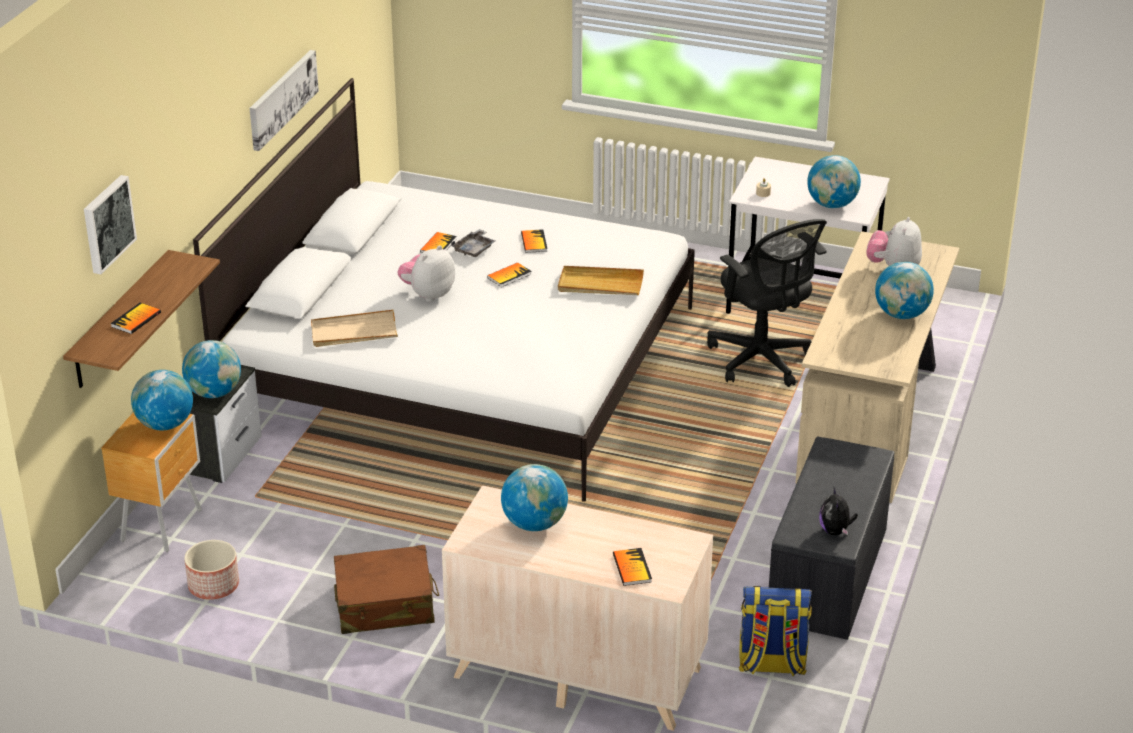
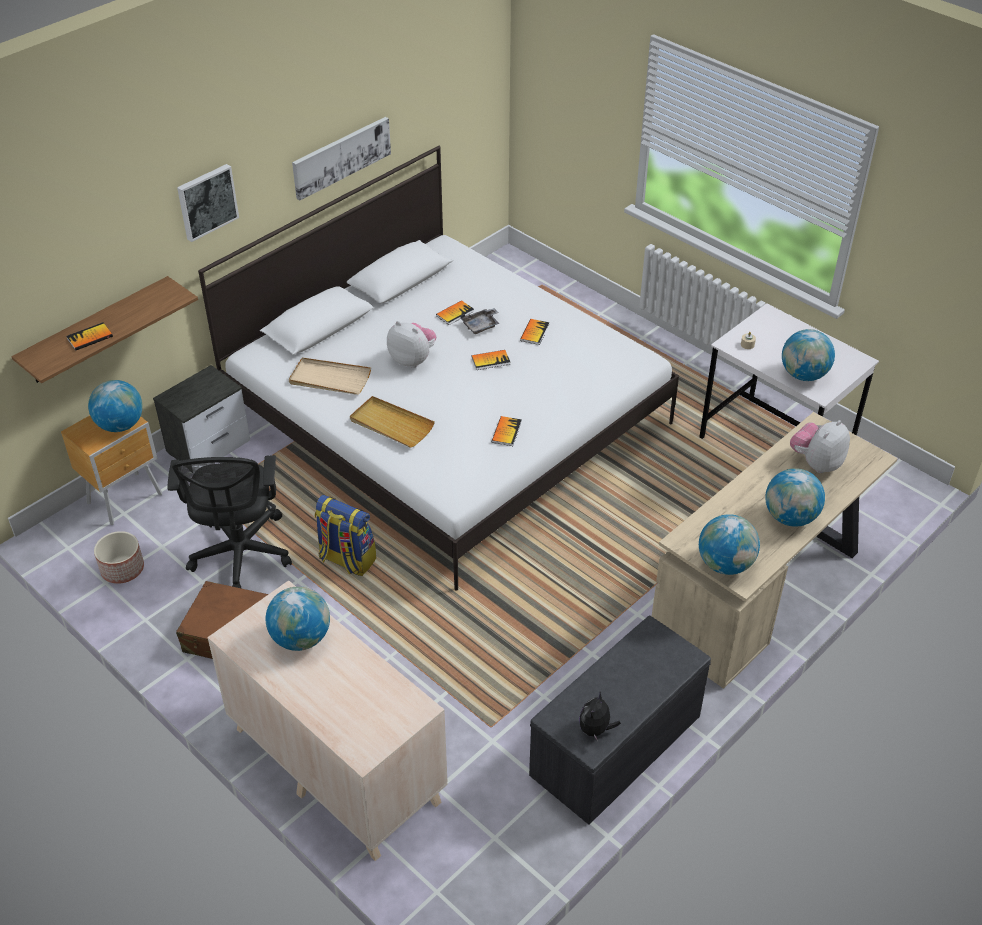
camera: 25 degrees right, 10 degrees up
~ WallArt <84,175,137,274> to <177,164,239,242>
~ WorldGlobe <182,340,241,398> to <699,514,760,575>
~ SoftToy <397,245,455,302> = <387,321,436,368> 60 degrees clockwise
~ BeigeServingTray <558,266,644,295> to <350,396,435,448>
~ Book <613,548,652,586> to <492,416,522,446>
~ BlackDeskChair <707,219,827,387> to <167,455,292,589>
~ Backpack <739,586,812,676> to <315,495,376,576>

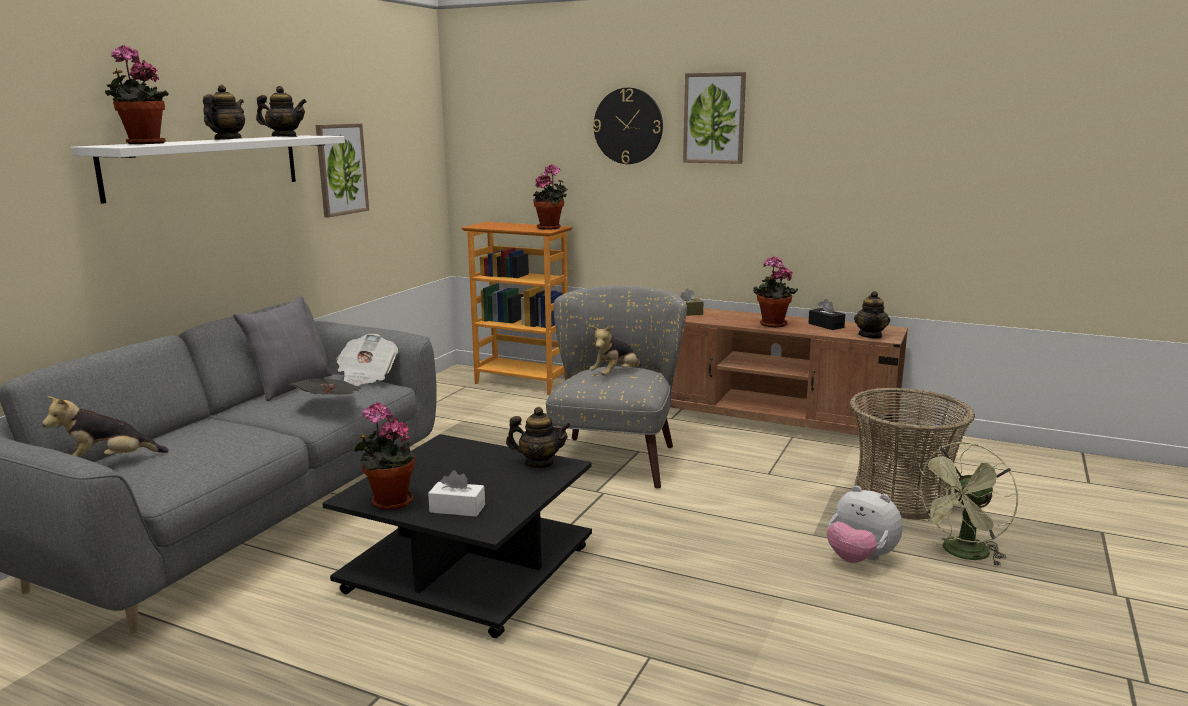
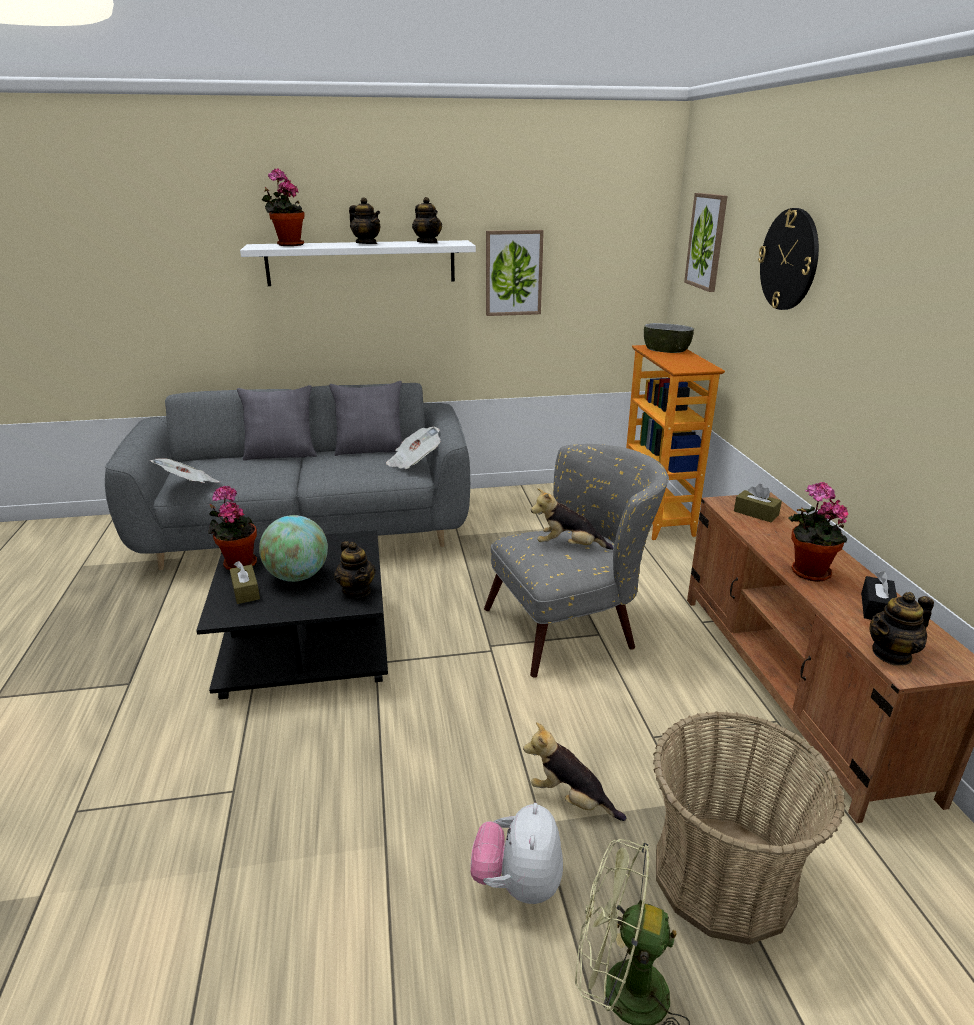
camera: 55 degrees right, 10 degrees up
~ SoftToy <42,396,169,457> to <523,722,626,821>
~ Teapot <203,85,245,140> = <349,197,380,244> 60 degrees clockwise
~ PrintedPaper <289,378,361,395> to <150,458,220,483>
~ WhiteColouredTissueBox <428,470,485,517> to BrownishTissueBox <230,561,260,604>
- PottedPlant <533,164,568,230>
~ WallArt <683,72,746,164> to <684,193,727,292>
+ GrayCushion <237,385,317,461>
+ WorldGlobe <259,515,328,582>
+ DeepDish <644,323,694,353>

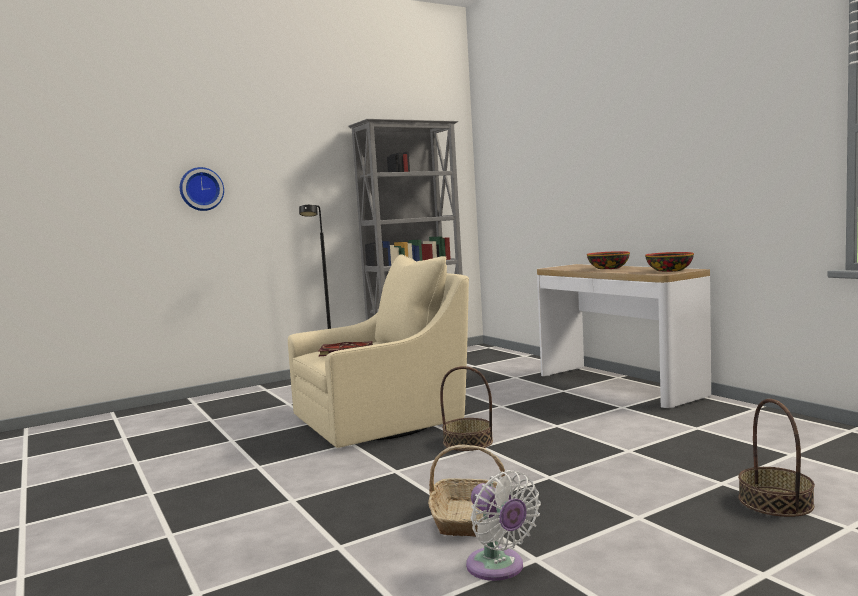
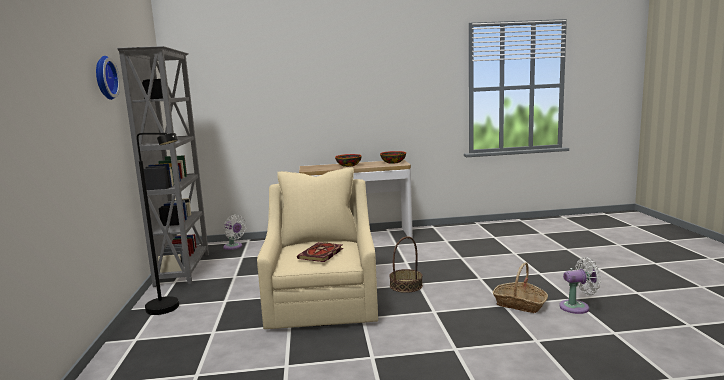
camera: 65 degrees left, 5 degrees up
~ HangingClock <180,167,224,211> to <96,56,120,100>
- HouseholdBasket <738,399,815,517>
+ WhiteColouredCoolingFan <223,214,247,250>

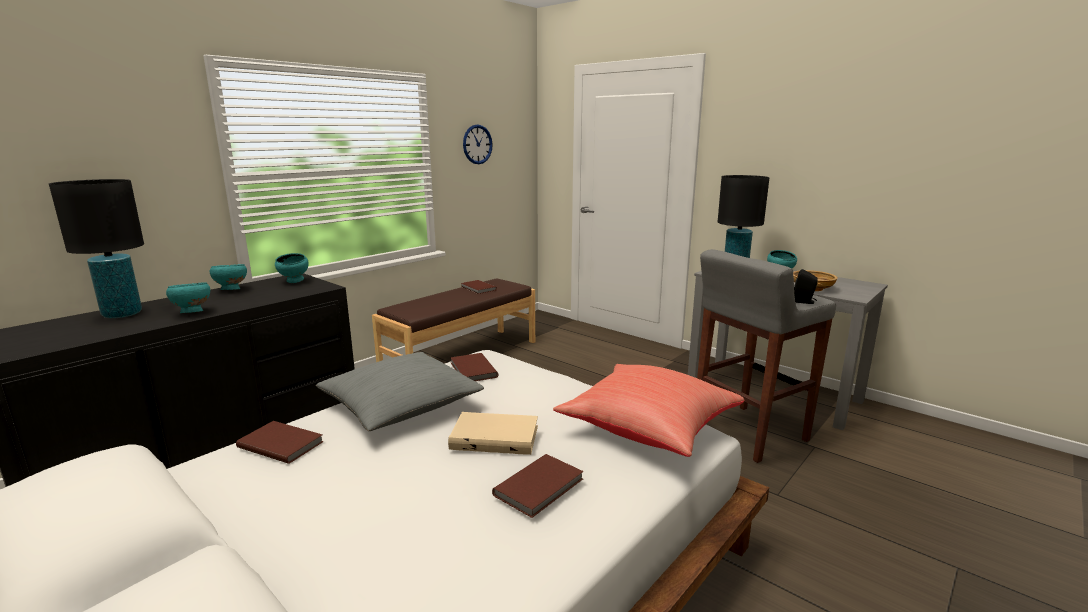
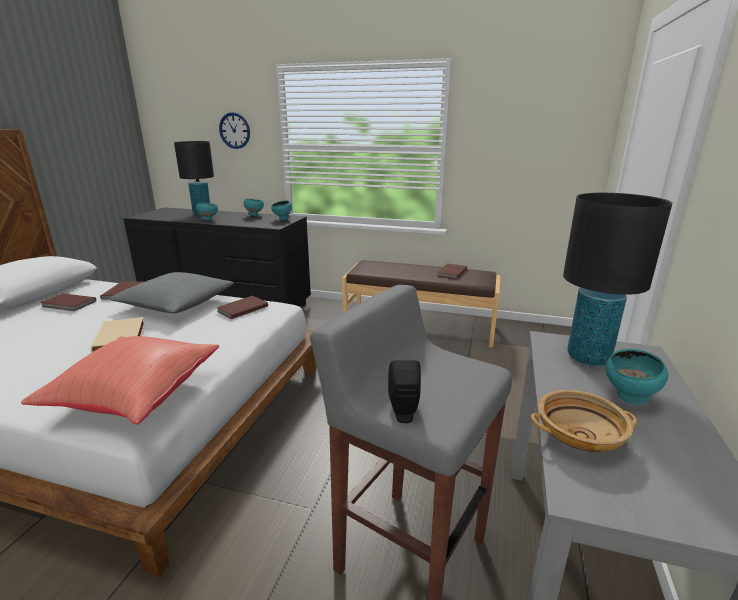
camera: 65 degrees right, 5 degrees up
~ HangingClock <463,124,493,164> to <219,112,250,149>
~ BrownishBook <492,454,584,518> to <40,293,96,311>

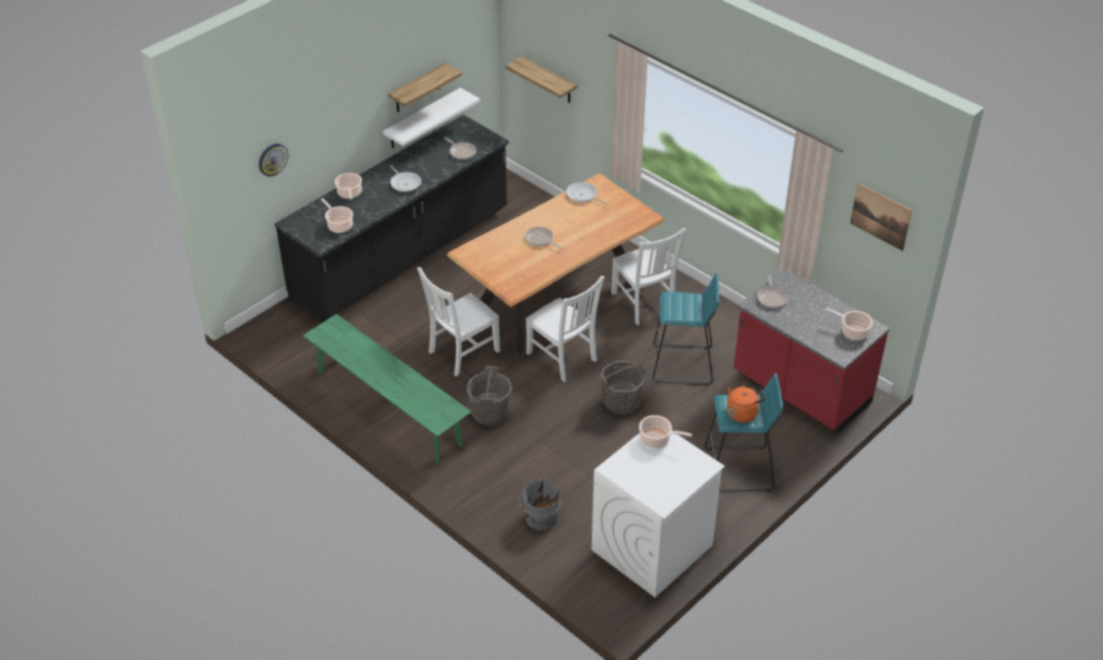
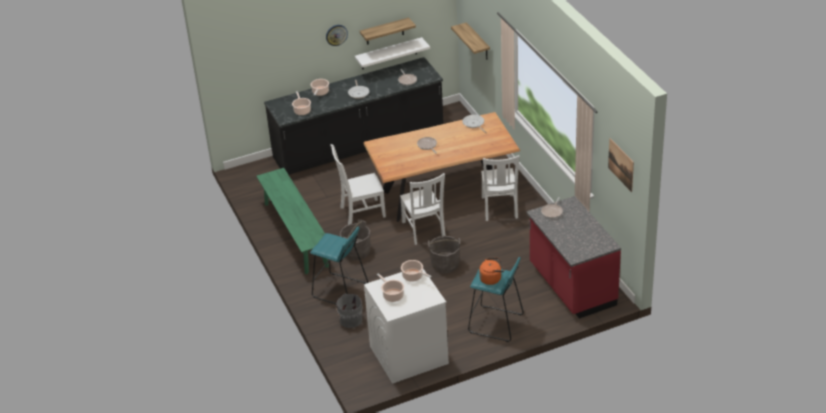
camera: 25 degrees right, 5 degrees down
~ HangingClock <259,143,288,177> to <326,25,348,46>
~ BlueGreenStool <653,273,719,386> to <310,226,368,304>
~ Saucepot <825,308,873,340> to <377,273,404,302>

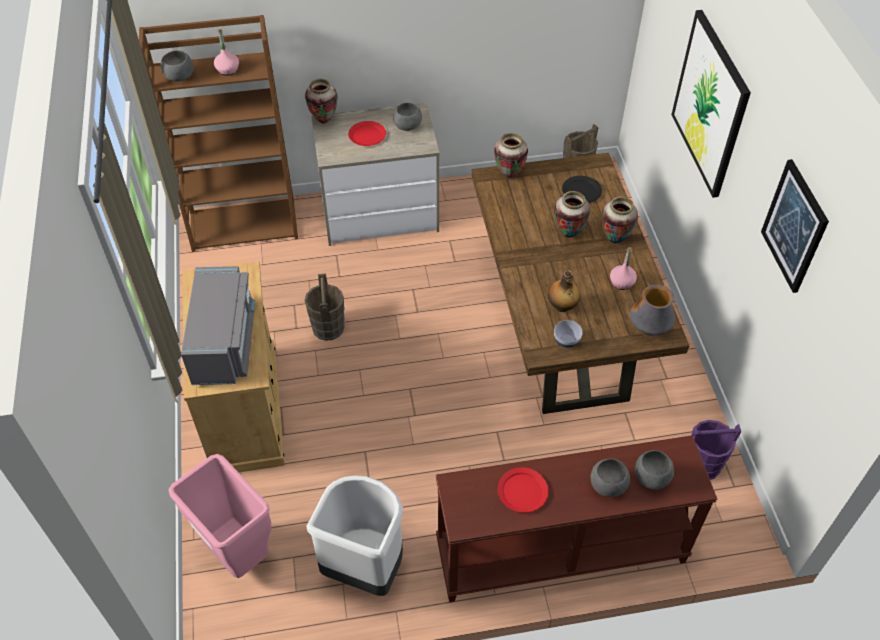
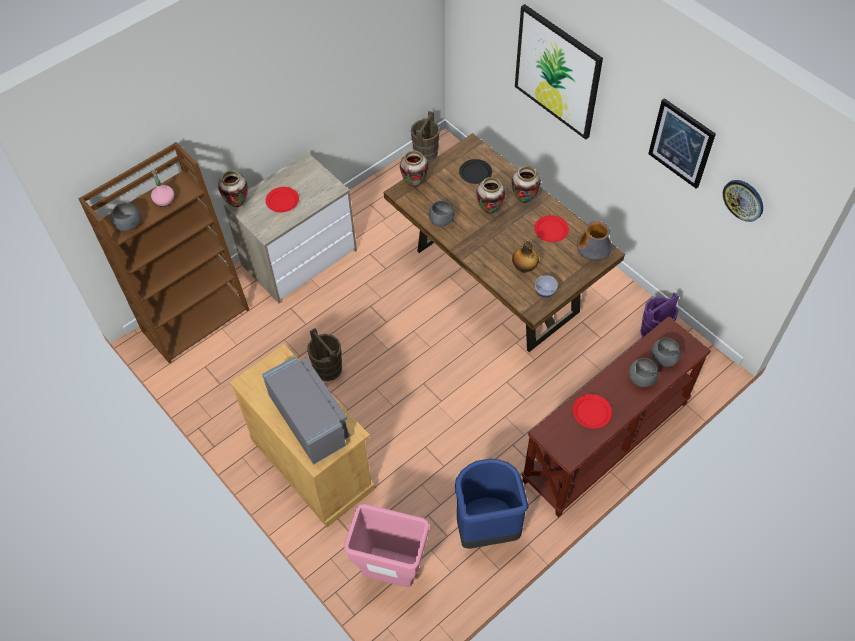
camera: 30 degrees left, 5 degrees up
~ WhiteColouredWasteBin <306,476,403,596> to BlueWasteBin <455,458,529,549>
~ GrayDeepDish <393,103,422,131> to <429,201,455,227>
~ PinkDrinkBottle <610,247,637,290> to ReddishDinnerPlate <534,215,569,242>
+ HangingClock <723,180,763,222>

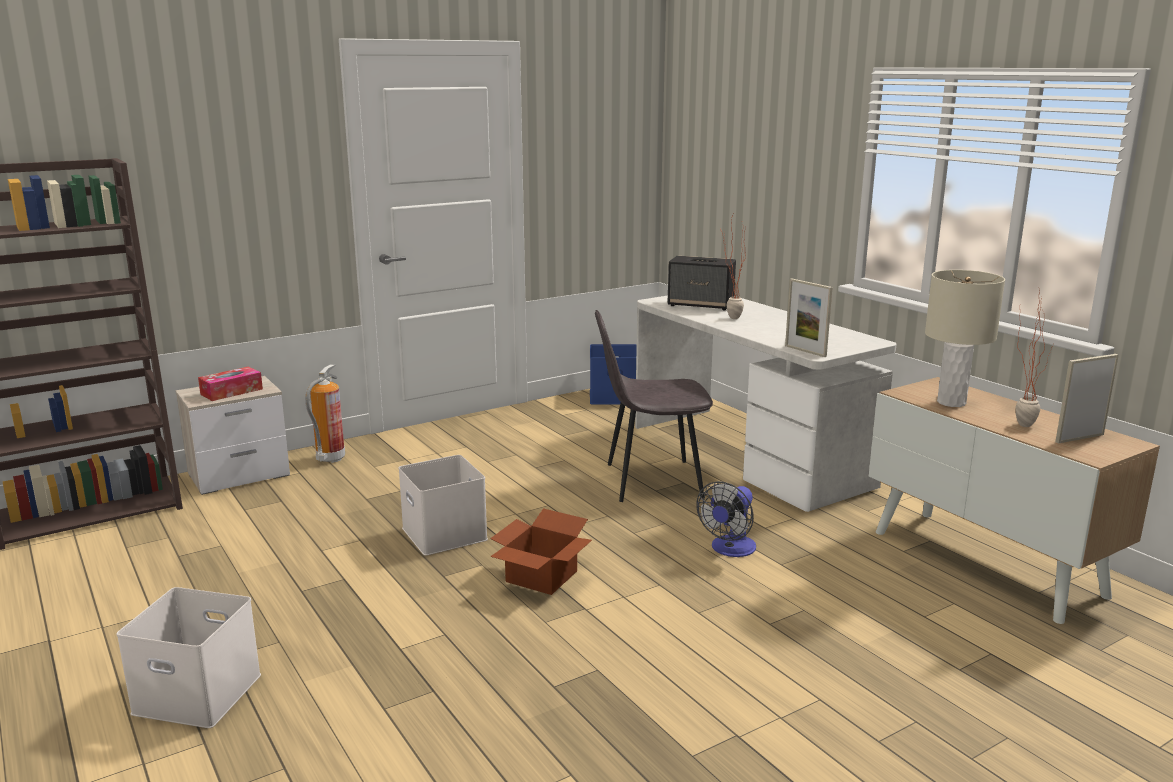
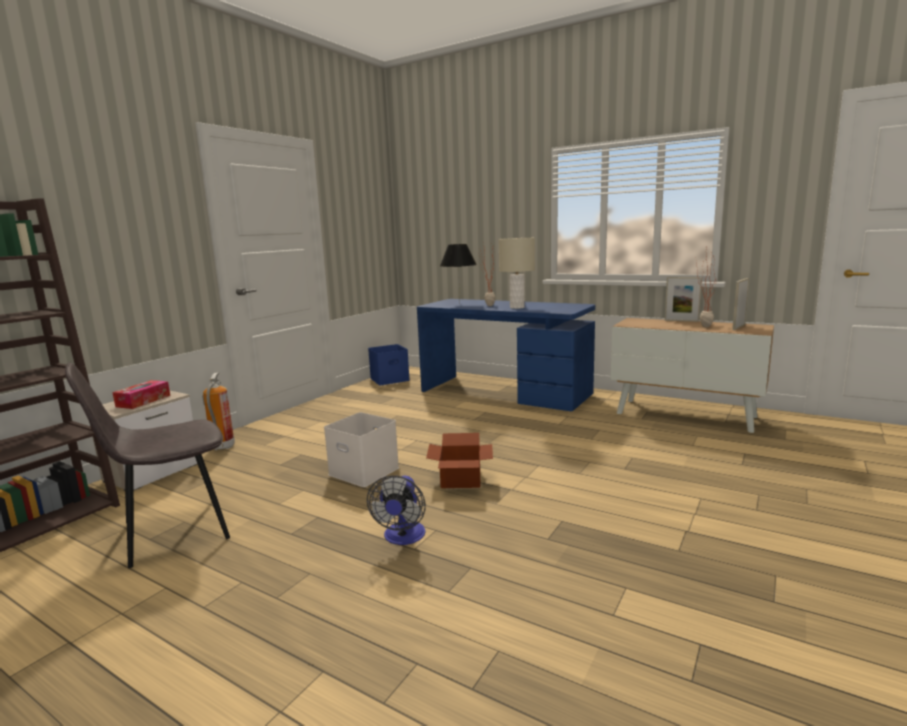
camera: 25 degrees left, 5 degrees down
- WhiteColouredStorageContainer <117,587,261,728>
~ GrayChair <595,310,713,502> to <65,362,230,568>
~ WhiteColouredDeskTable <635,295,896,512> to BlueDeskTable <417,299,595,411>
~ Loudspeaker <668,256,736,311> to BlackTabletopLamp <440,244,477,304>
~ CoolingFan <696,481,756,557> to <367,476,426,545>
~ PictureFrame <785,279,833,357> to <665,277,702,322>
~ BeigeTabletopLamp <925,270,1005,407> to <499,238,535,309>

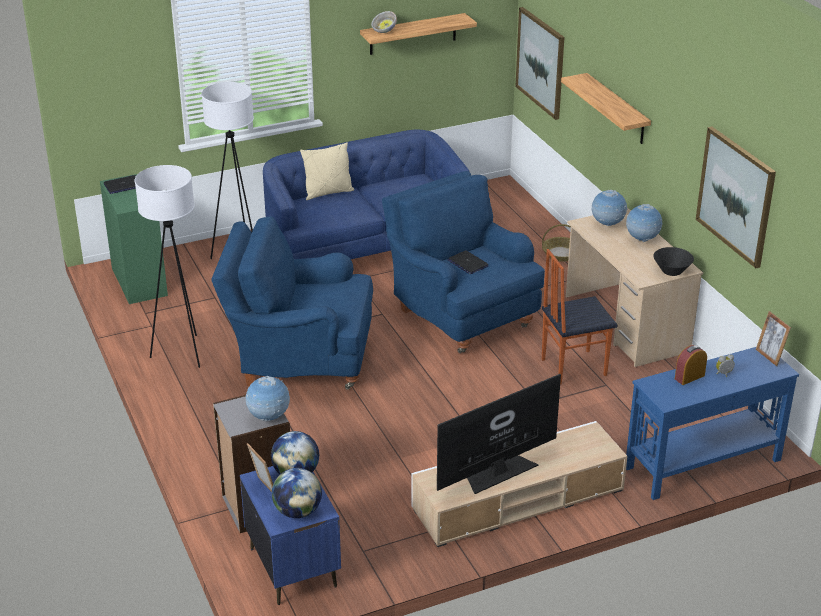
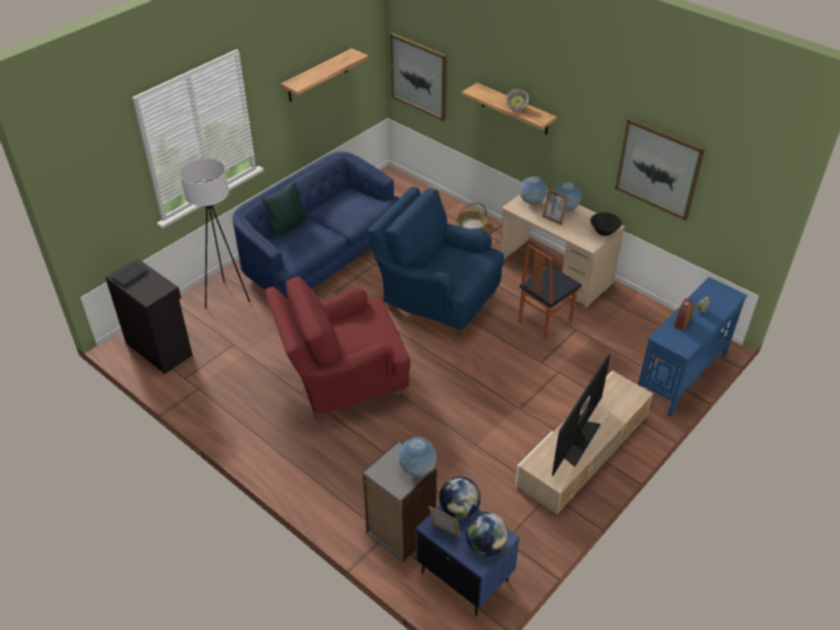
camera: 25 degrees left, 10 degrees up
~ GreenishStorageCabinet <100,174,168,304> to BlackStorageCabinet <105,258,193,374>
- WhiteColouredFloorLamp <135,165,200,368>
~ BlueEasyChair <211,216,373,390> to ReddishEasyChair <264,276,410,421>
~ BeigeCushion <300,142,354,200> to GreenishCushion <262,182,308,239>
~ DeepDish <371,11,397,33> to <506,89,529,110>
- PortableComputer <448,250,489,274>
~ PictureFrame <756,311,791,366> to <542,189,568,225>

